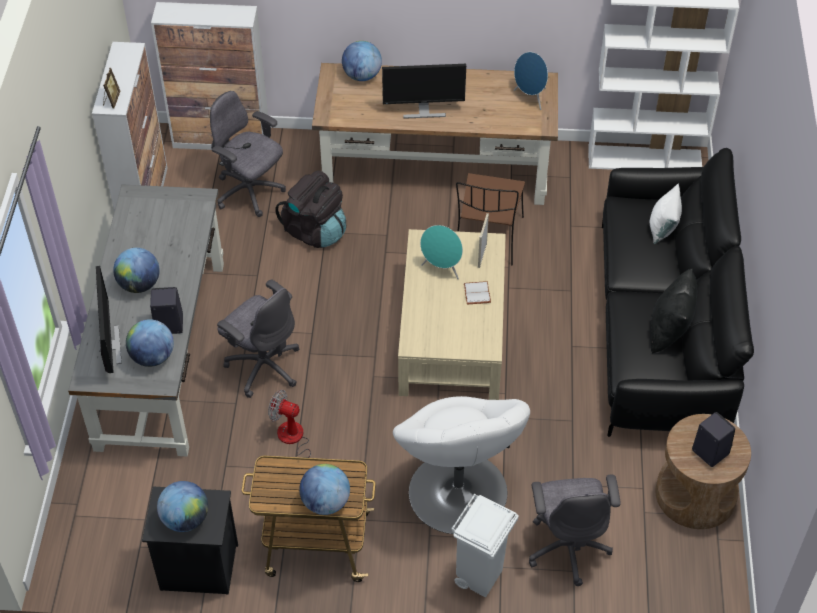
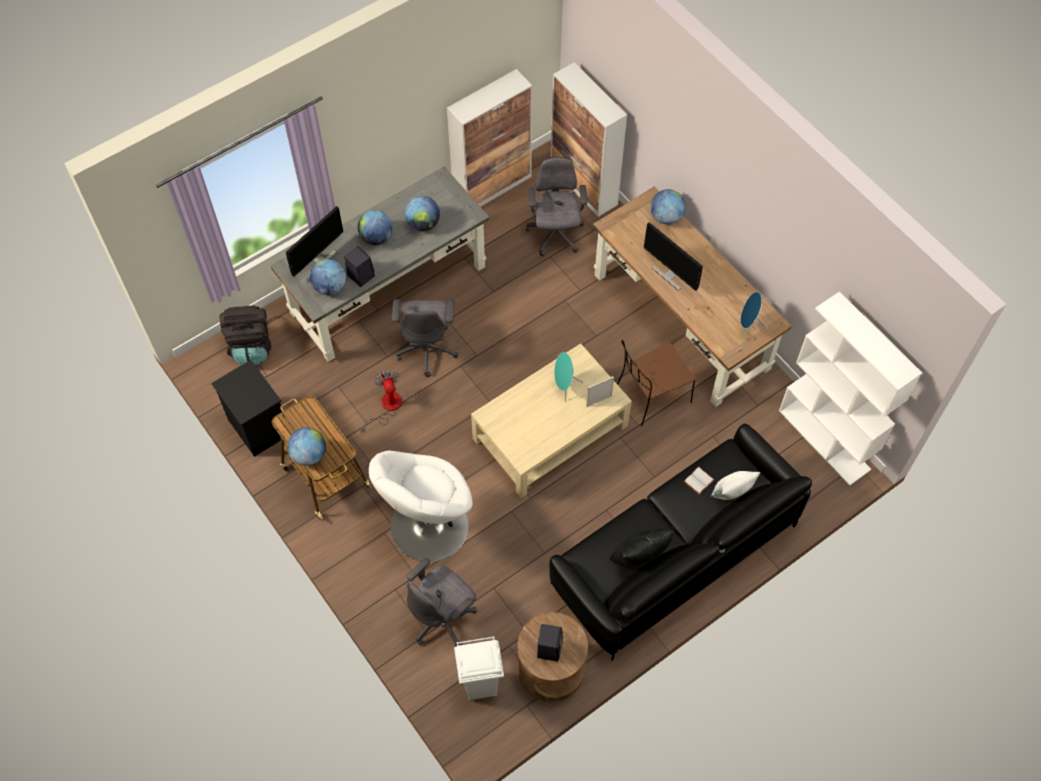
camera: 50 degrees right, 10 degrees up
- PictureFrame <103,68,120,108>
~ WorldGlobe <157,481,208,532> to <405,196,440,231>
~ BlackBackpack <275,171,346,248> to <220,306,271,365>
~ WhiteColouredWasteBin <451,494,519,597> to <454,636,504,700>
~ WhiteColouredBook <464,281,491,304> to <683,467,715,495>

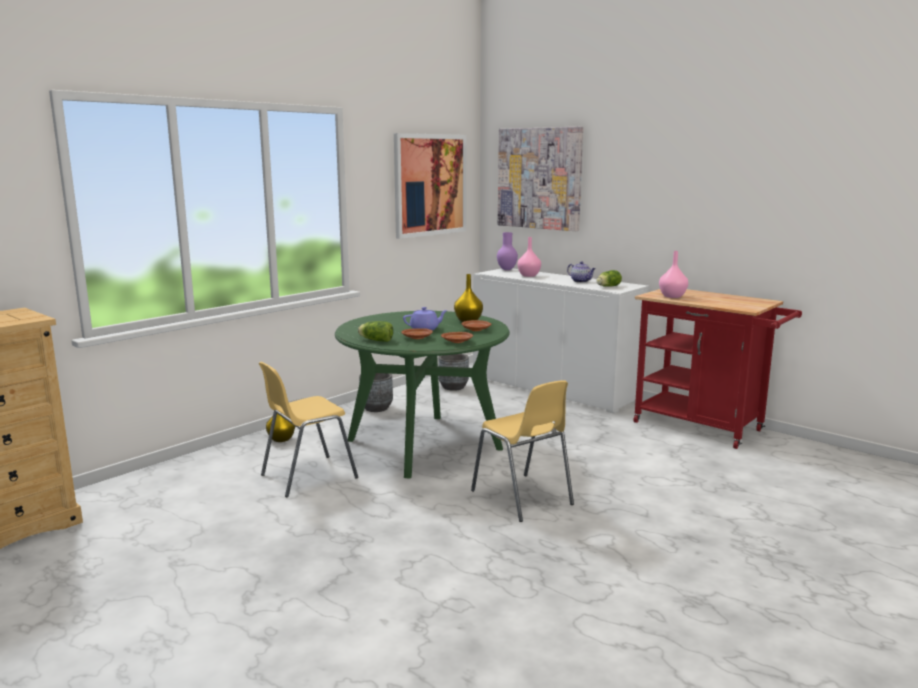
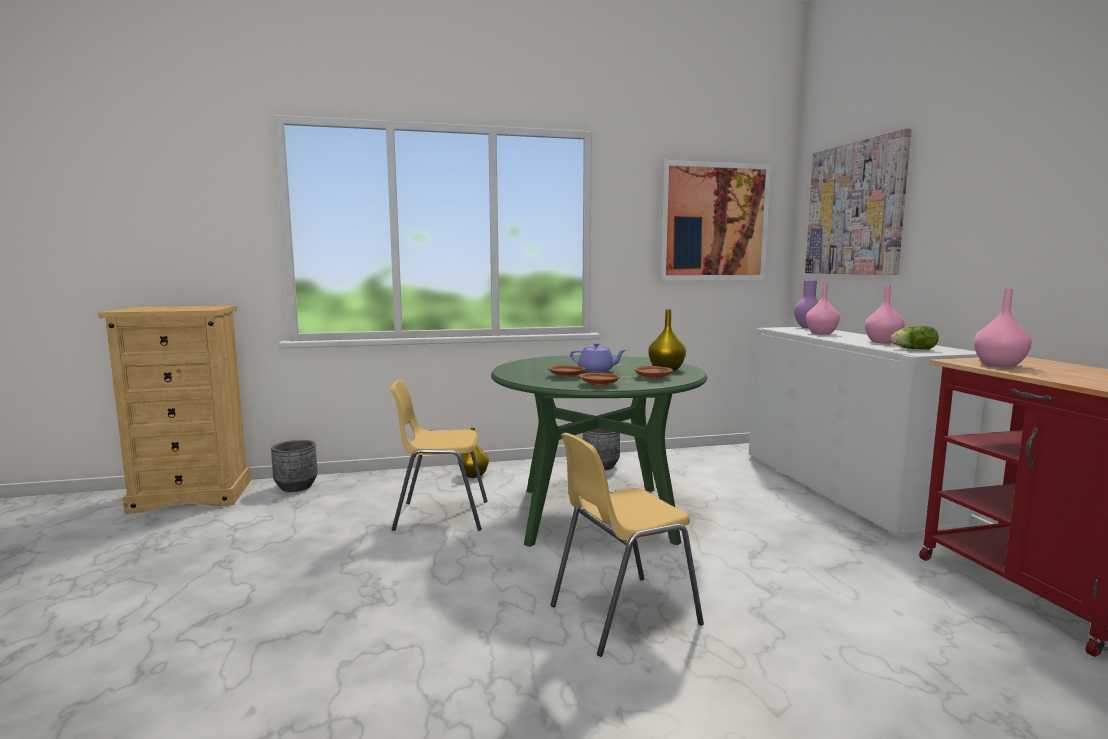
camera: 35 degrees right, 5 degrees down
- Lettuce <358,321,393,342>
~ GrayPlanter <438,354,469,391> to <271,440,318,492>
~ YellowishChair <471,380,574,522> = <551,433,704,657> 60 degrees clockwise
~ Teapot <567,261,596,283> to PinkVase <865,285,905,344>

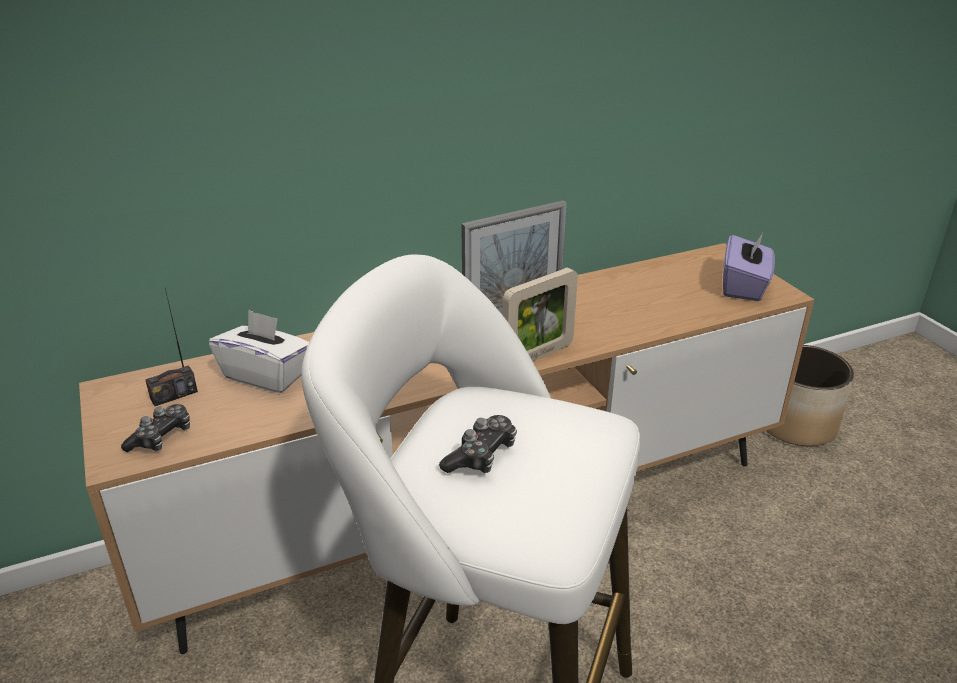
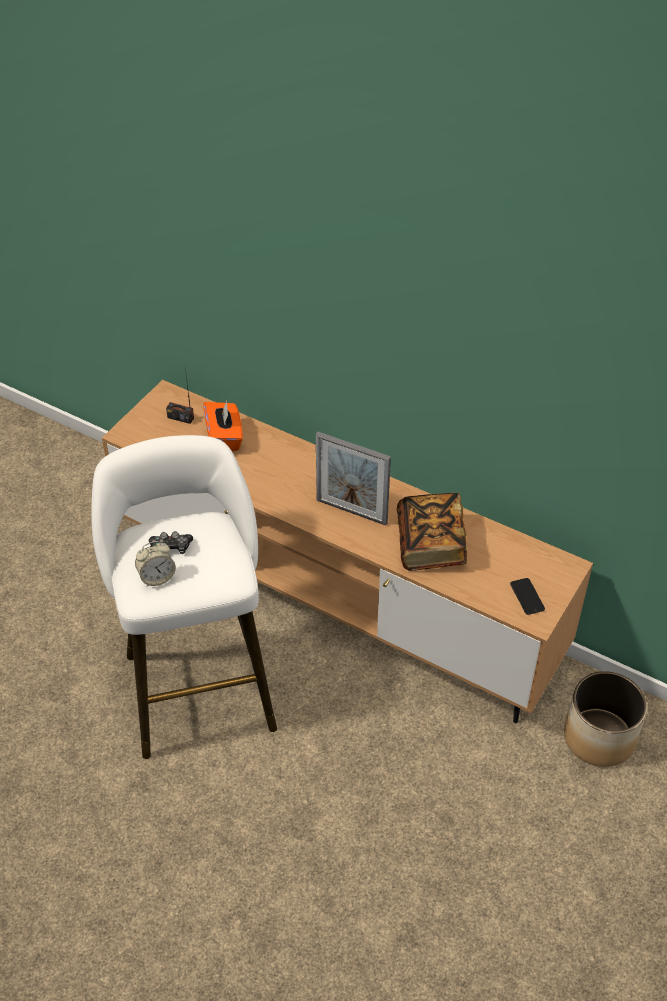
camera: 55 degrees right, 15 degrees up
- Joypad <121,404,190,452>
~ WhiteColouredTissueBox <209,309,309,393> to OrangeColouredTissueBox <203,401,243,451>
- PictureFrame <502,268,578,361>
~ PurplishTissueBox <723,231,775,301> to Telephone <510,578,545,615>
+ BedsideClock <135,541,176,587>
+ Book <397,493,467,571>

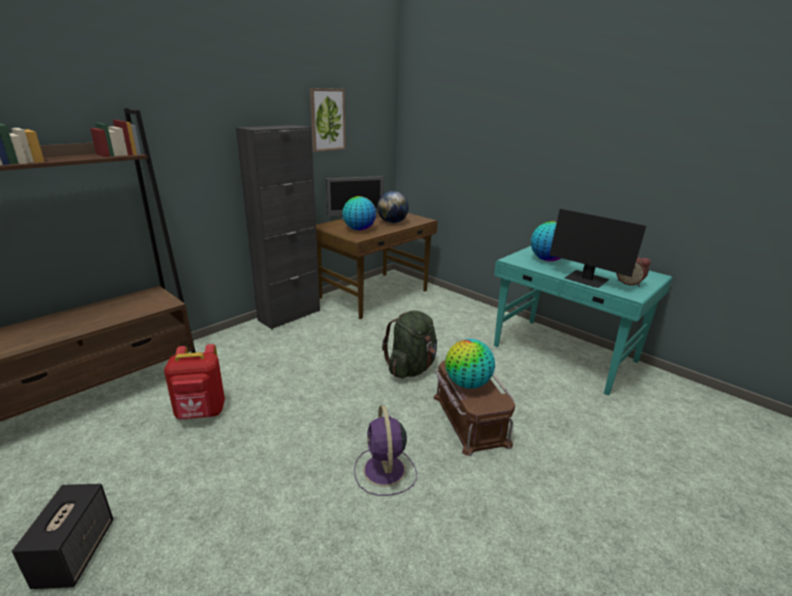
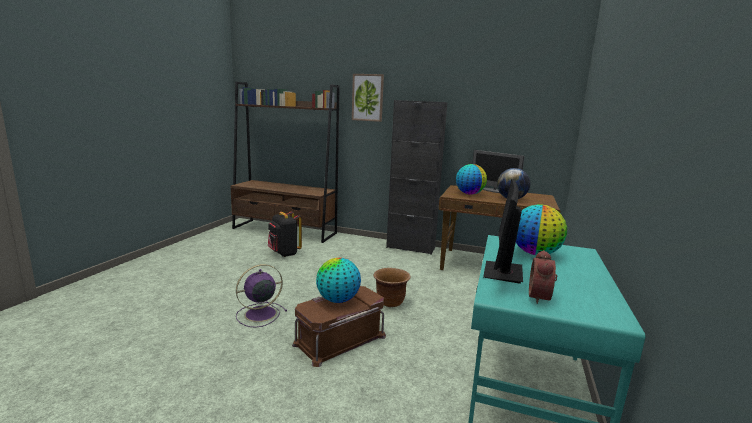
camera: 65 degrees right, 10 degrees down
- Loudspeaker <12,484,113,589>
~ ReddishBackpack <164,344,225,420> to BlackBackpack <268,211,302,257>
~ WallArt <310,88,346,152> to <352,74,384,122>
~ GreenishBackpack <382,310,437,378> to BrownishPlanter <374,268,411,307>

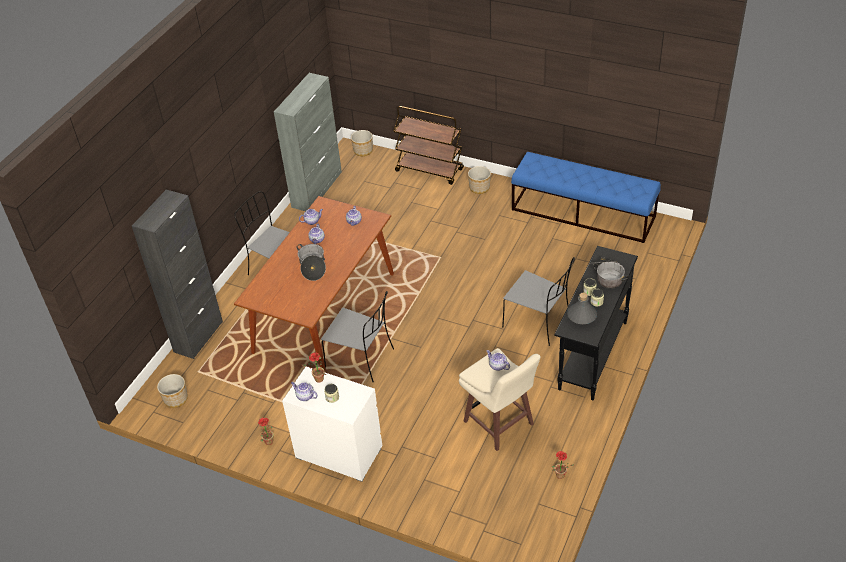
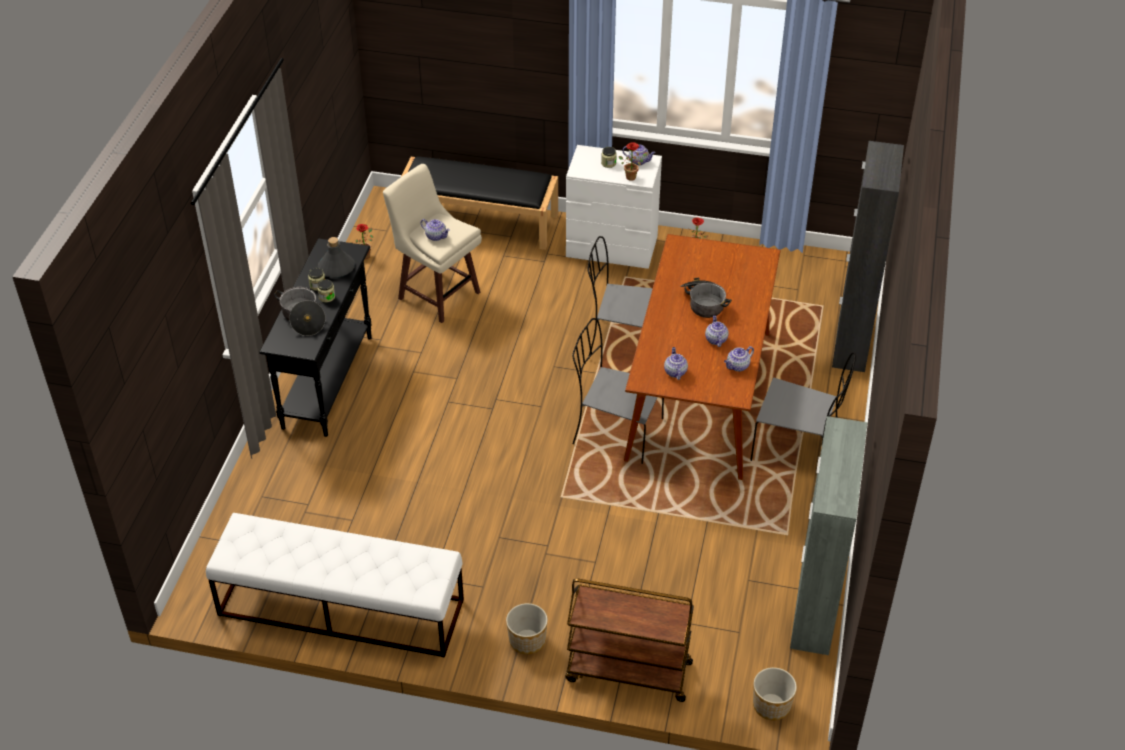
camera: 165 degrees right, 0 degrees up
- Planter <157,374,188,408>
~ GrayChair <502,257,575,346> to <572,318,664,464>
~ BlueIndoorBench <511,152,661,243> to WhiteColouredIndoorBench <206,513,464,658>
+ BlackIndoorBench <401,156,558,250>

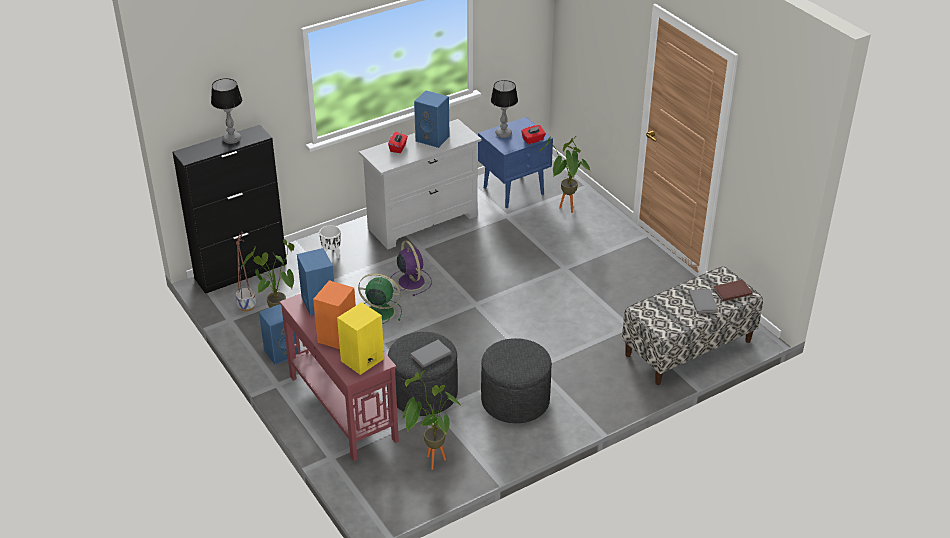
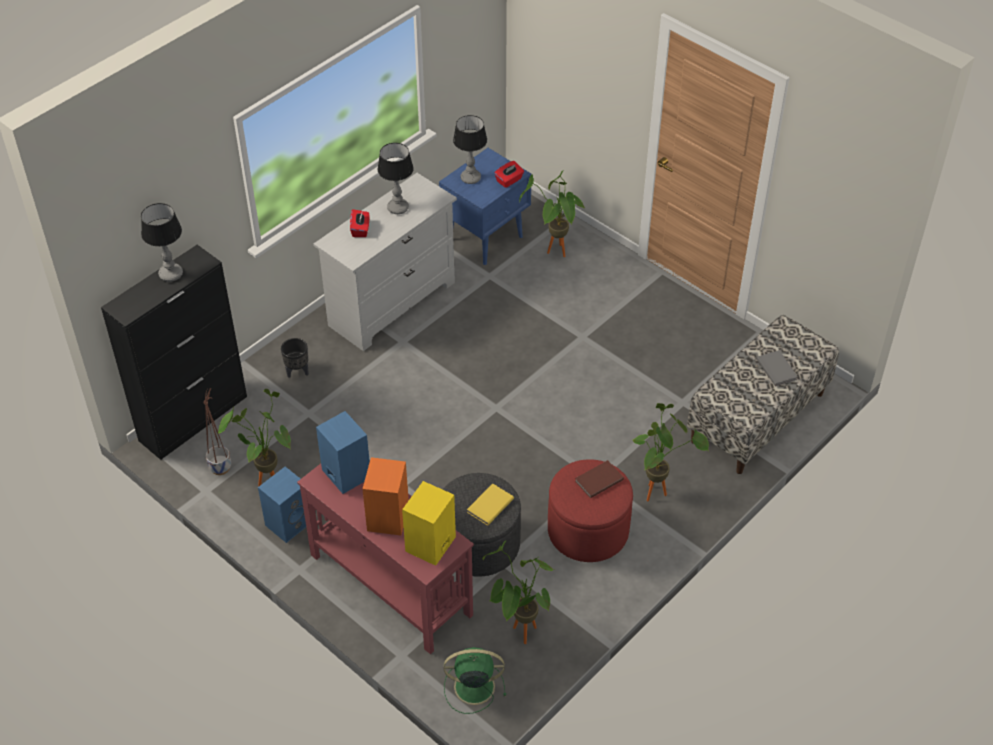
camera: 15 degrees left, 10 degrees up
~ WhiteColouredPlanter <319,225,341,258> to BlackPlanter <281,338,309,378>
~ GreenishCoolingFan <358,273,402,324> to <444,647,506,714>
- PurplishCoolingFan <389,240,432,296>
~ GrayBook <411,340,451,368> to YellowishBook <467,483,514,526>
~ BlueLoudspeaker <414,90,450,148> to TabletopLamp <377,143,414,214>
~ GrayFootrest <481,338,552,423> to ReddishFootrest <548,459,633,562>
~ BrownishBook <713,280,753,301> to <575,460,624,498>
+ PottedPlant <633,403,709,501>

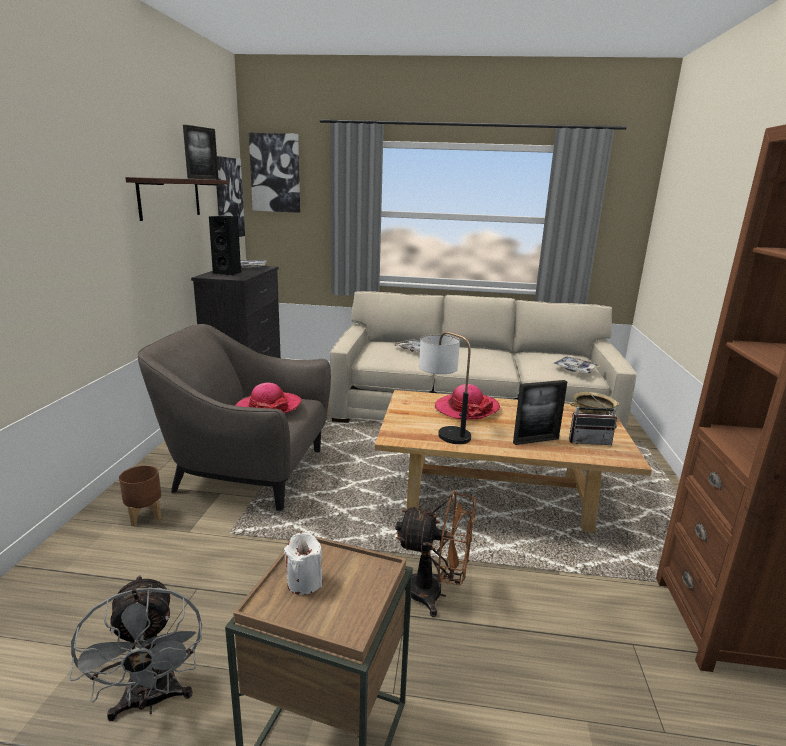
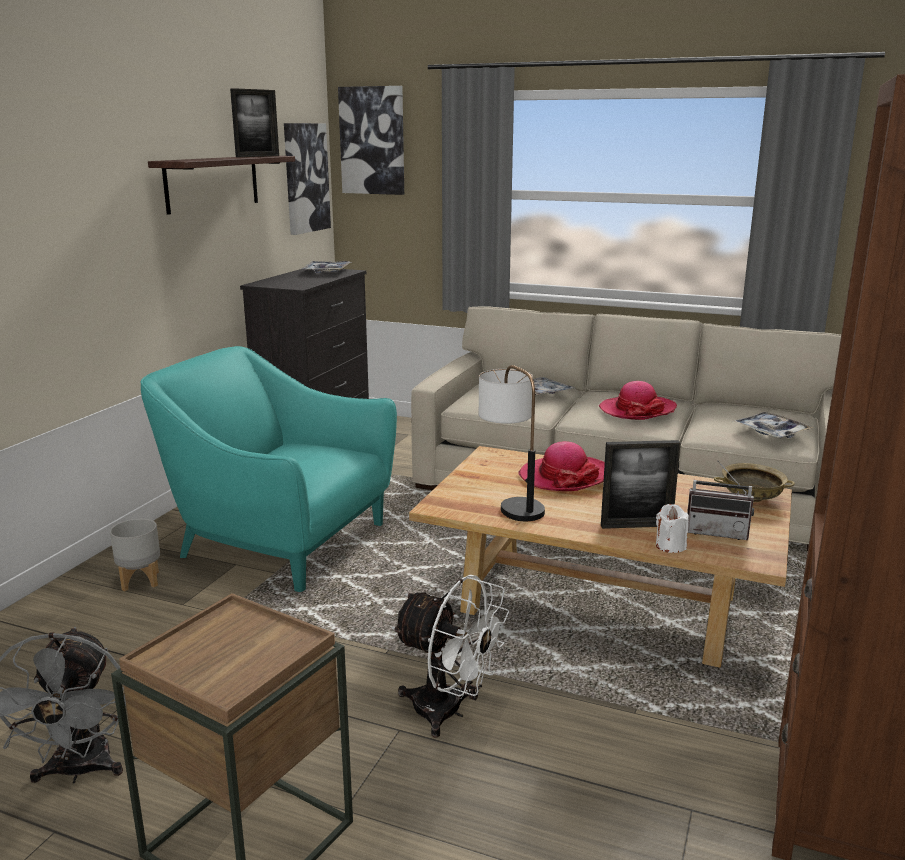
camera: 15 degrees right, 0 degrees up
~ BrownishPlanter <119,465,161,526> to GrayPlanter <110,518,160,591>
~ GrayEasyChair <138,324,331,511> to BlueGreenEasyChair <141,346,397,592>
- BlackLoudspeaker <209,216,241,275>
~ ClothingHat <235,382,301,413> to <599,381,677,420>
~ WhiteColouredWaxCandle <284,532,322,595> to <656,504,689,553>
~ BrownishCoolingFan <396,491,476,617> to WhiteColouredCoolingFan <391,575,510,738>

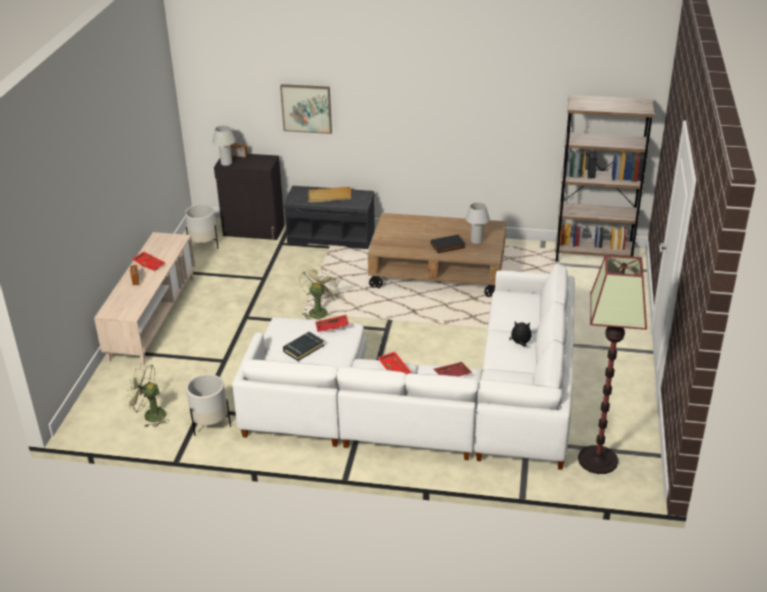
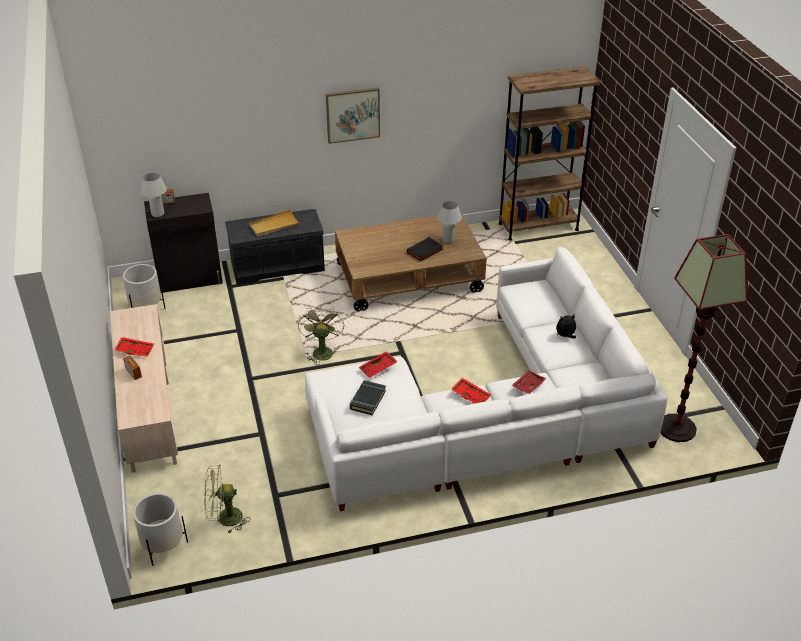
camera: 25 degrees left, 5 degrees up
~ WhiteColouredPlanter <186,374,231,436> to <133,493,188,566>
~ WallArt <280,84,332,134> to <326,87,380,144>

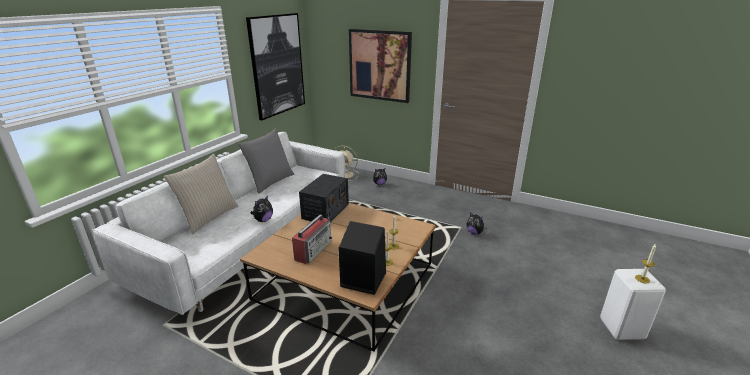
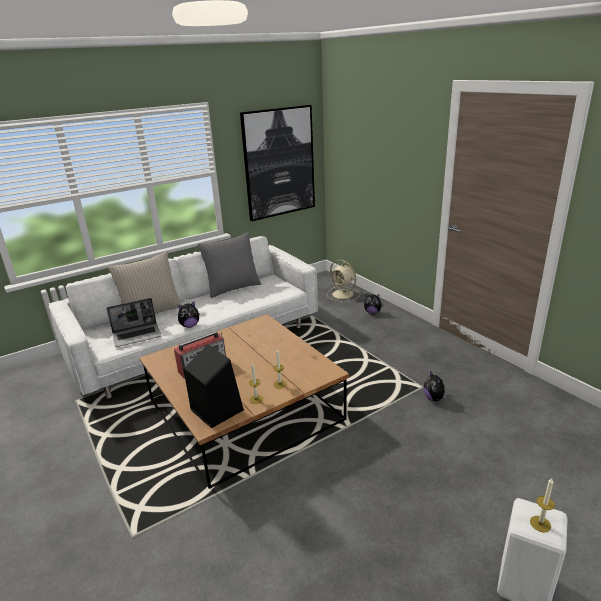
camera: 30 degrees right, 0 degrees up
- RadioSet <299,174,349,222>
- WallArt <349,29,412,103>
+ PortableComputer <106,298,161,347>

